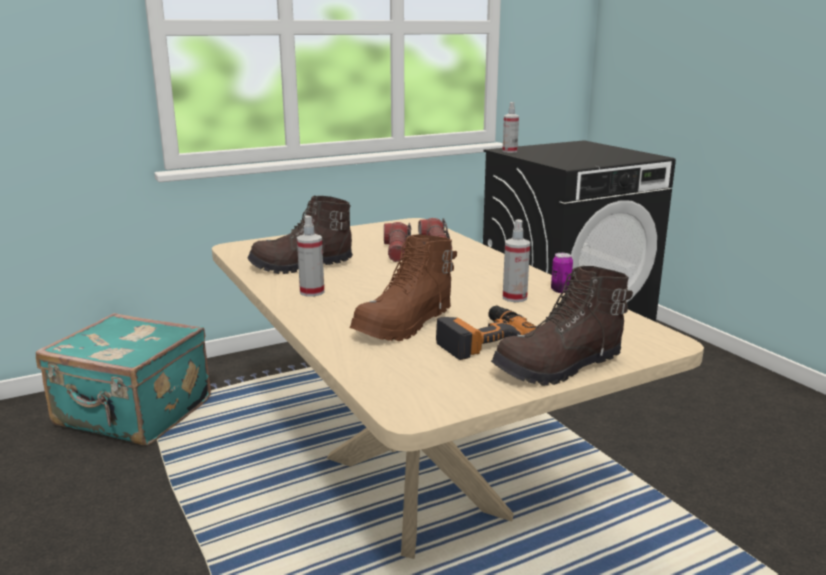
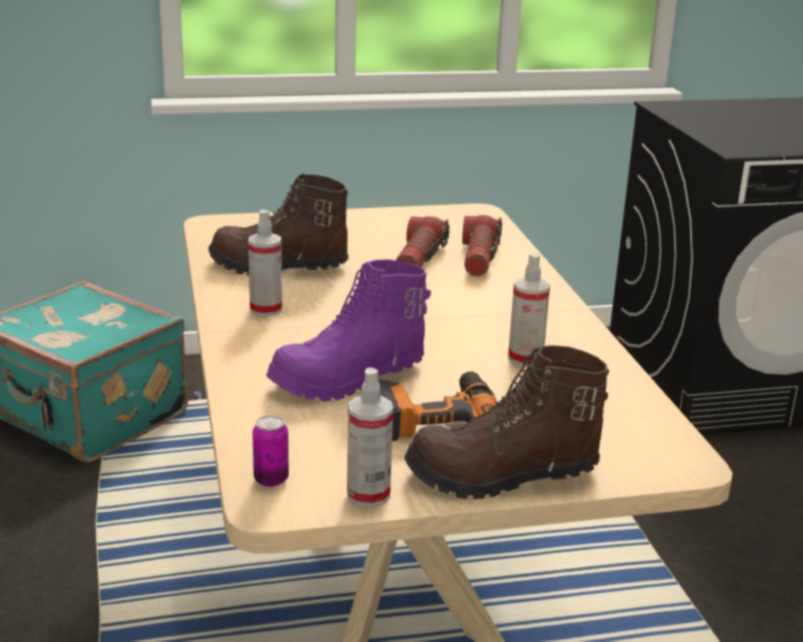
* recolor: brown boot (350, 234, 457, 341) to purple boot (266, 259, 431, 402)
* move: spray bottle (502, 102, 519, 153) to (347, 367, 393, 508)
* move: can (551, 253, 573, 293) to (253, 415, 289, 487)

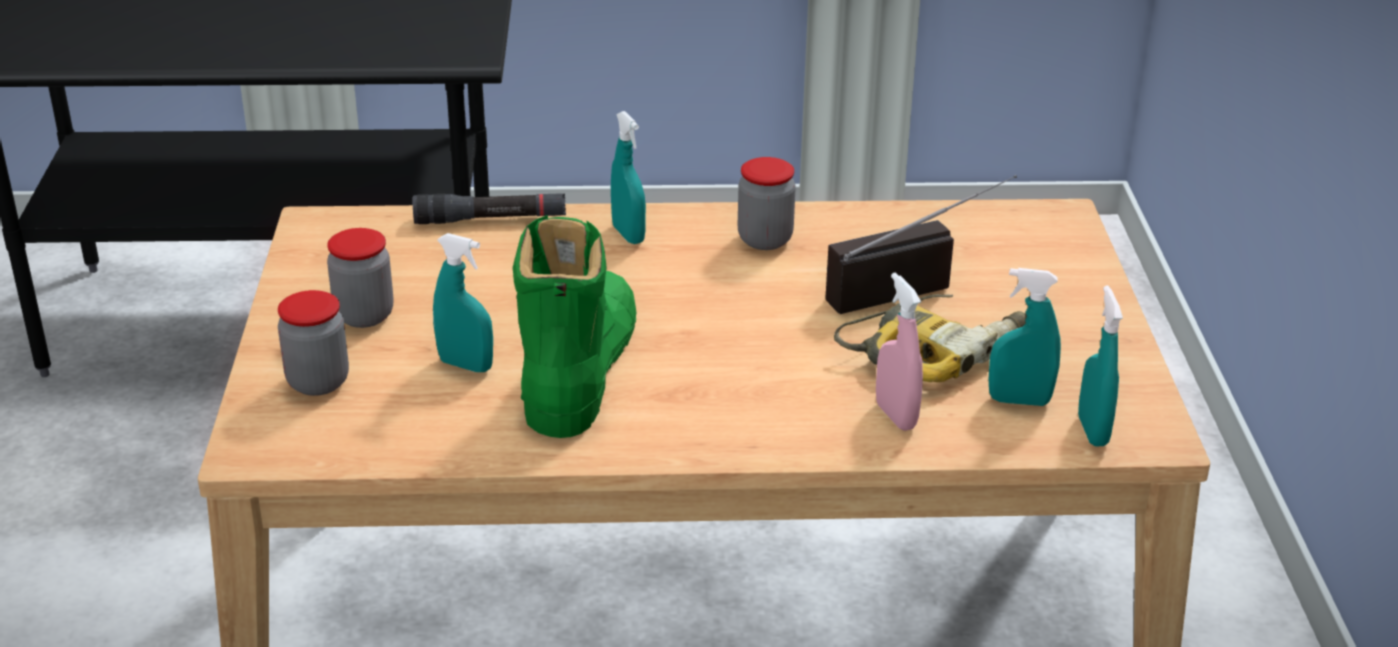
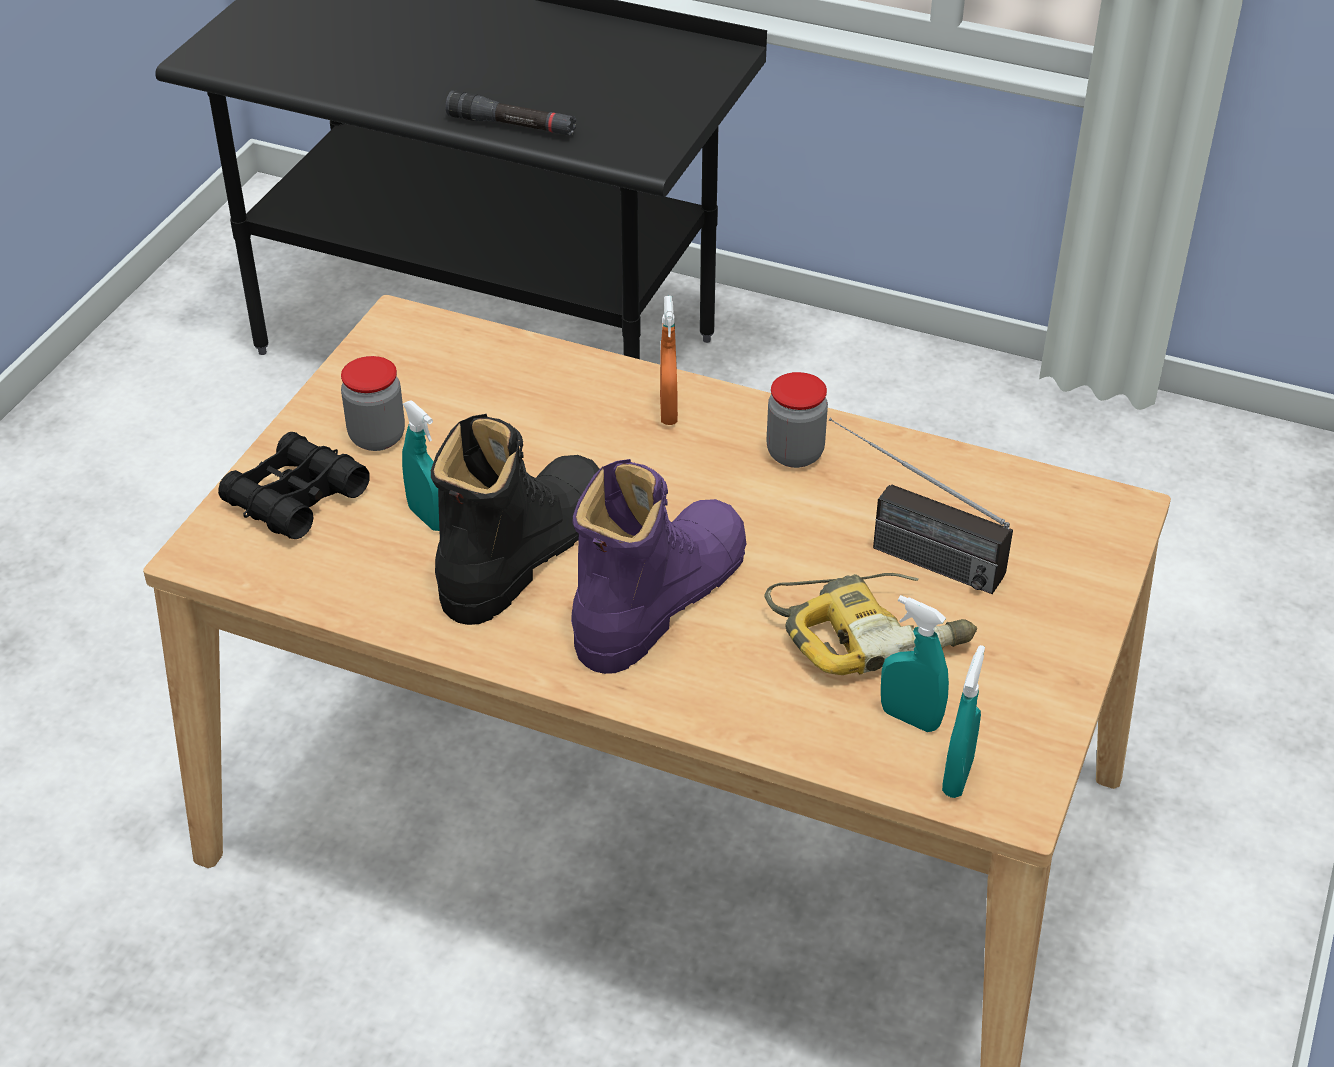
* replace: jar (278, 290, 349, 396) to black binoculars (218, 432, 370, 539)
* move: black flashlight (413, 193, 566, 224) to (446, 91, 576, 136)
* recolor: green boot (513, 215, 637, 438) to black boot (431, 414, 600, 625)
* recolor: turquoise spray bottle (611, 111, 646, 244) to orange spray bottle (660, 296, 678, 425)
* rotate: radio (825, 175, 1017, 314) = (829, 418, 1013, 594) 150 degrees counterclockwise
* delete: pink spray bottle (876, 273, 923, 431)
* insert: purple boot (571, 459, 746, 674)

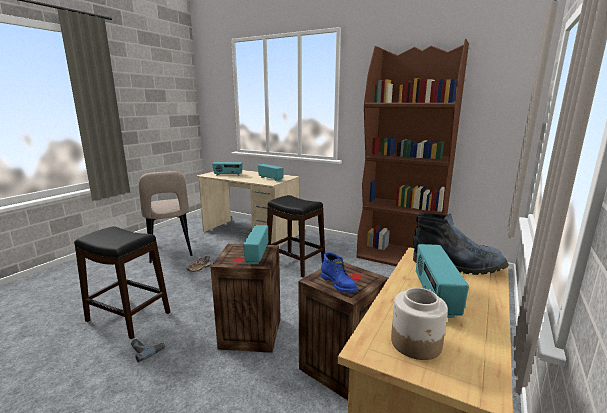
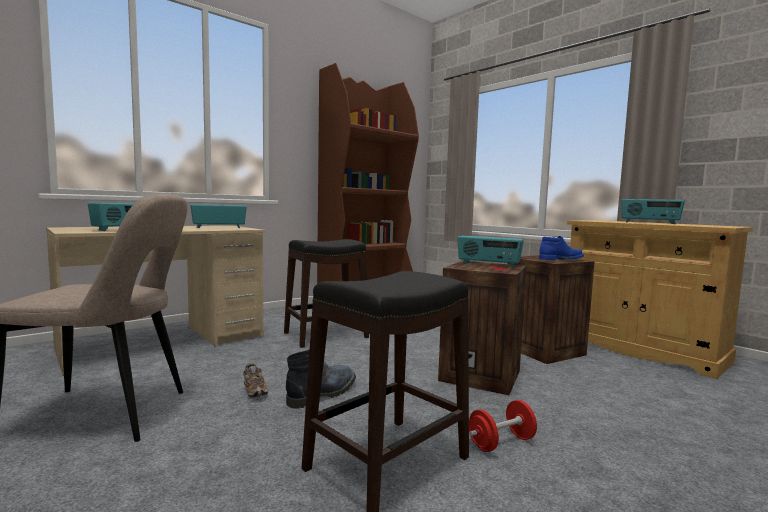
* replace: power drill (131, 339, 166, 363) to red dumbbell (469, 400, 537, 452)
* delete: jar (391, 288, 448, 360)
* move: boot (413, 213, 509, 275) to (286, 349, 356, 409)

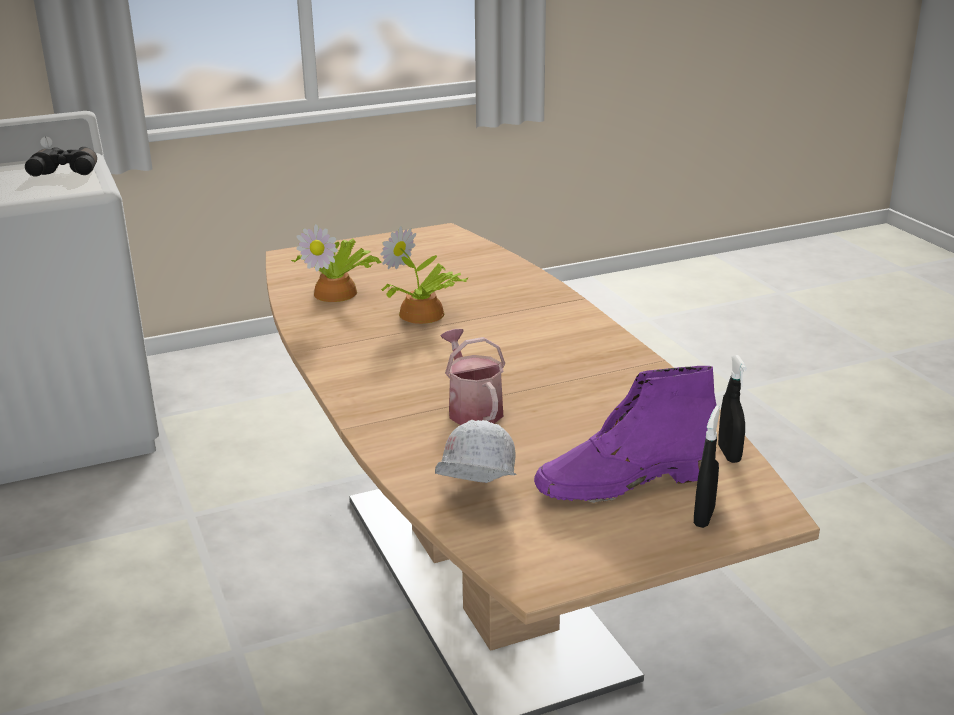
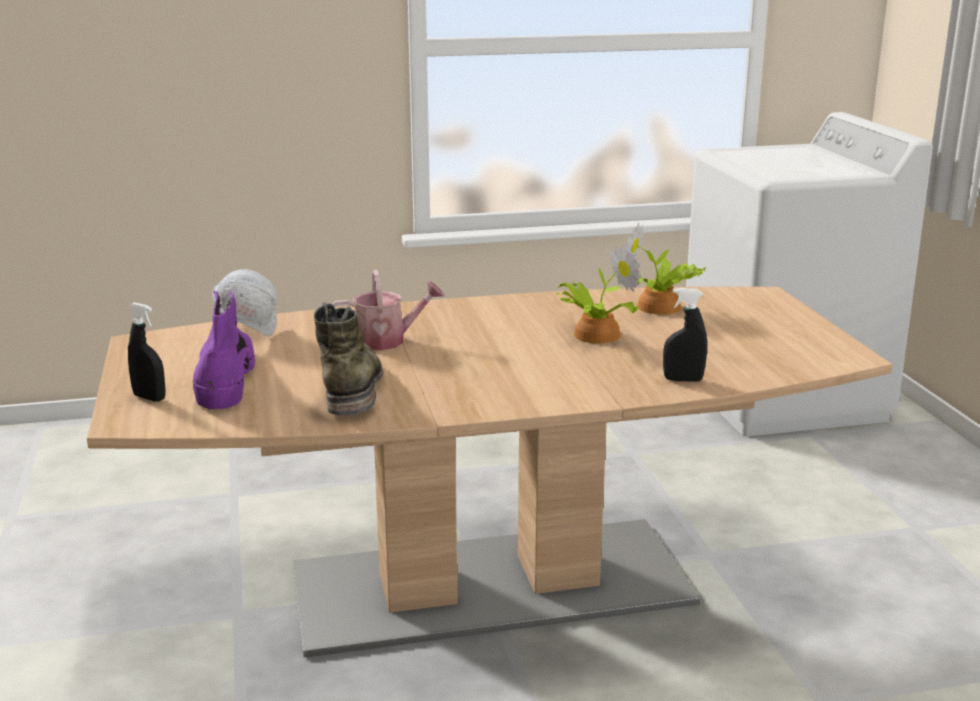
* delete: black binoculars (25, 147, 97, 177)
* move: black spray bottle (718, 355, 747, 463) to (663, 288, 707, 382)
* insert: green boot (314, 303, 384, 415)

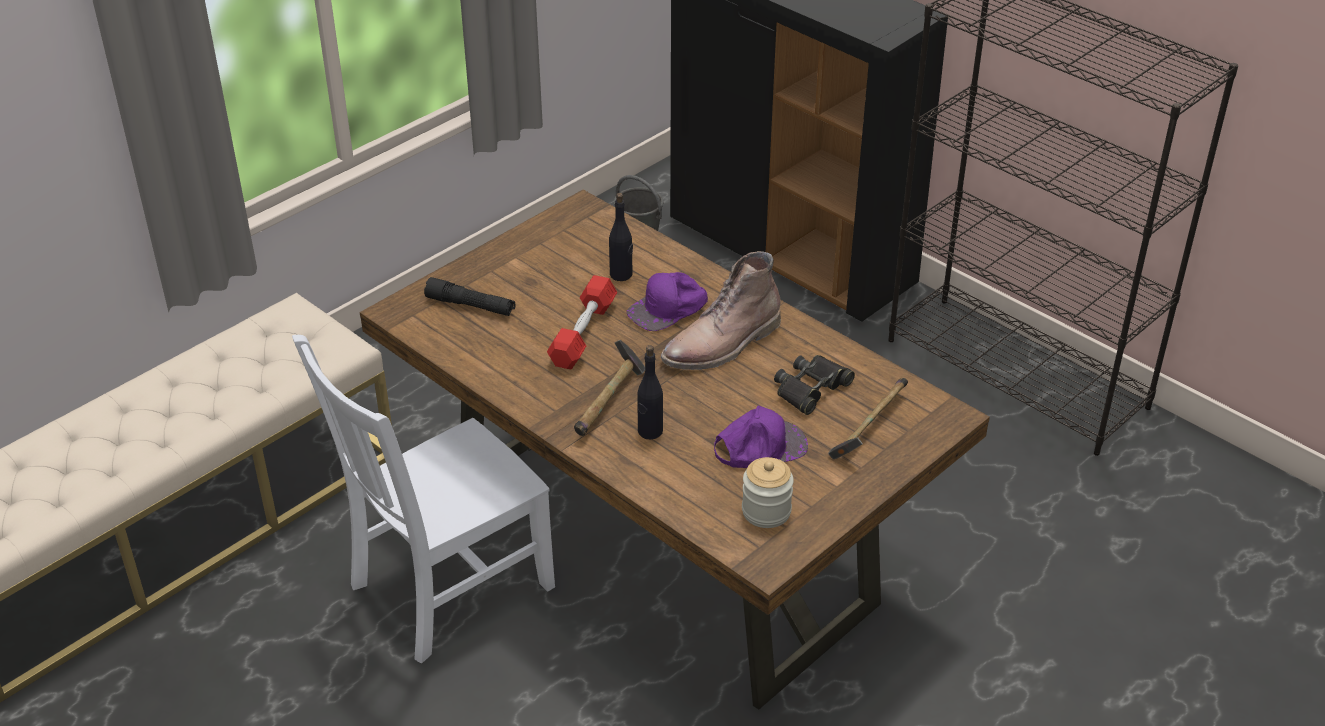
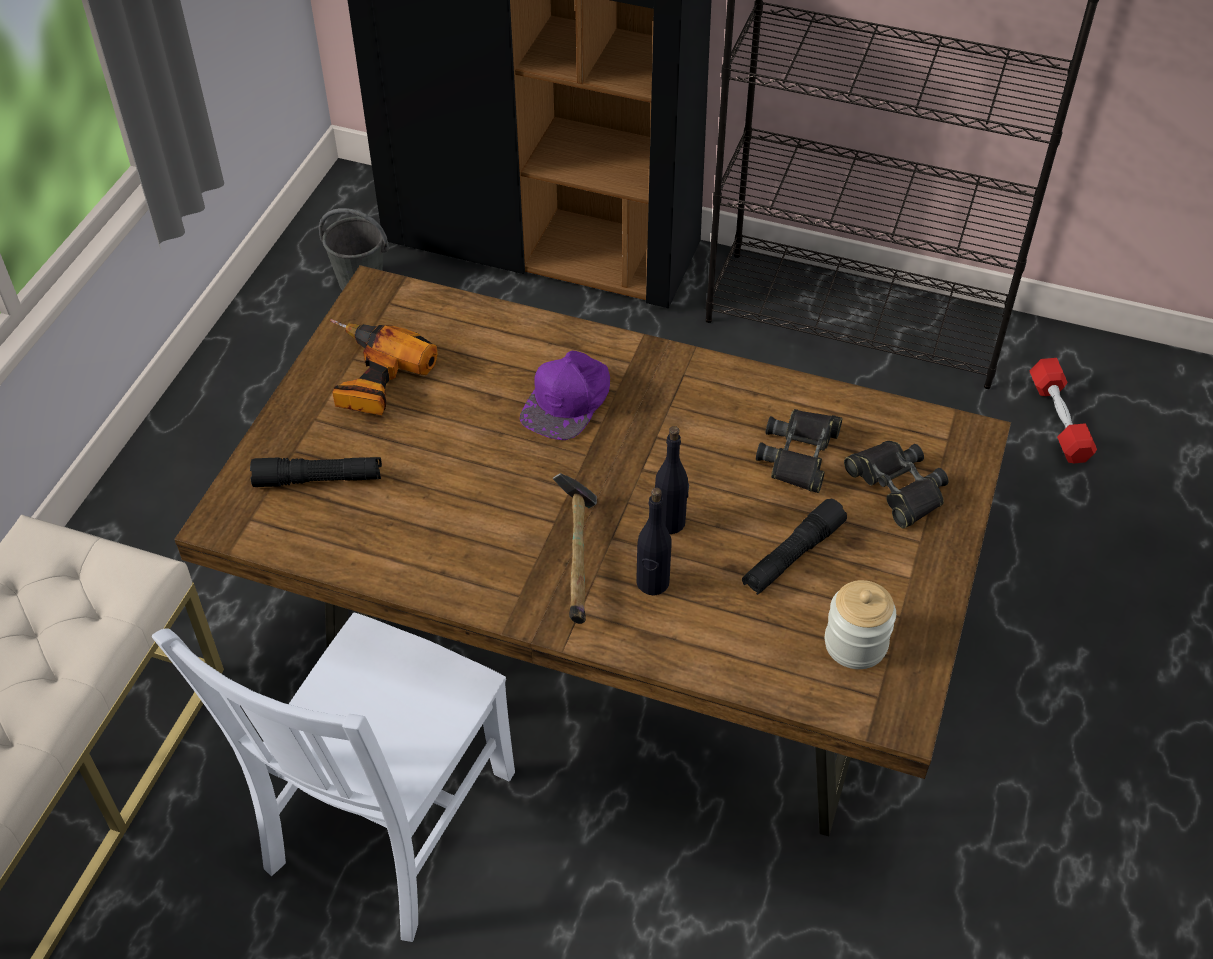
* move: red dumbbell (547, 275, 617, 369) to (1029, 358, 1097, 463)
* move: black bottle (609, 193, 633, 281) to (655, 426, 689, 534)
* delete: brown boot (661, 251, 781, 370)
* replace: purple cap (714, 406, 808, 468) to black flashlight (742, 499, 847, 595)
* replace: hammer (828, 378, 908, 460) to black binoculars (844, 441, 949, 529)
* insert: power drill (330, 319, 438, 415)

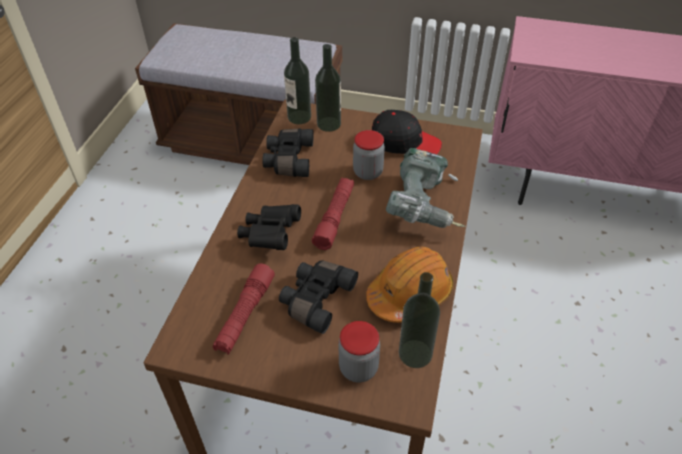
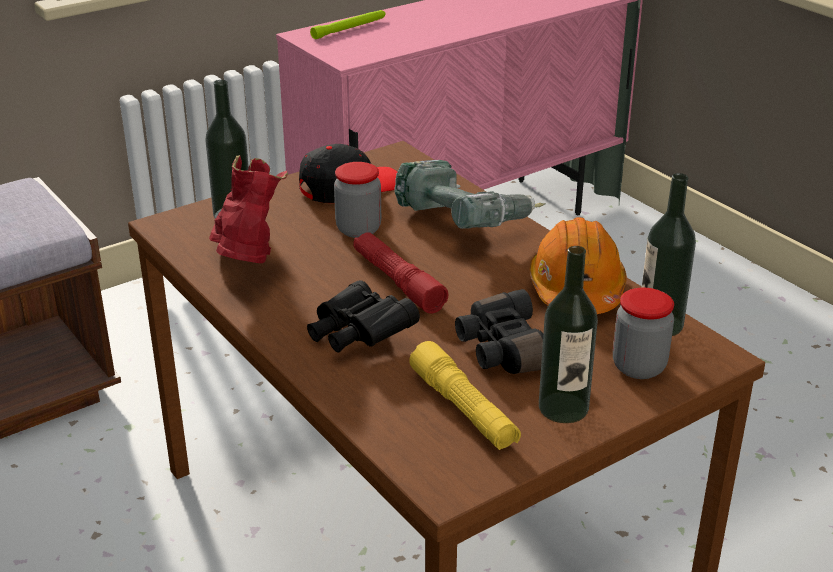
* recolor: red flashlight (212, 263, 275, 355) to yellow flashlight (409, 341, 521, 450)
* replace: black binoculars (262, 129, 314, 177) to red boot (209, 155, 288, 263)
* move: bottle (284, 37, 311, 124) to (539, 246, 598, 423)
* insert: green flashlight (310, 10, 386, 39)

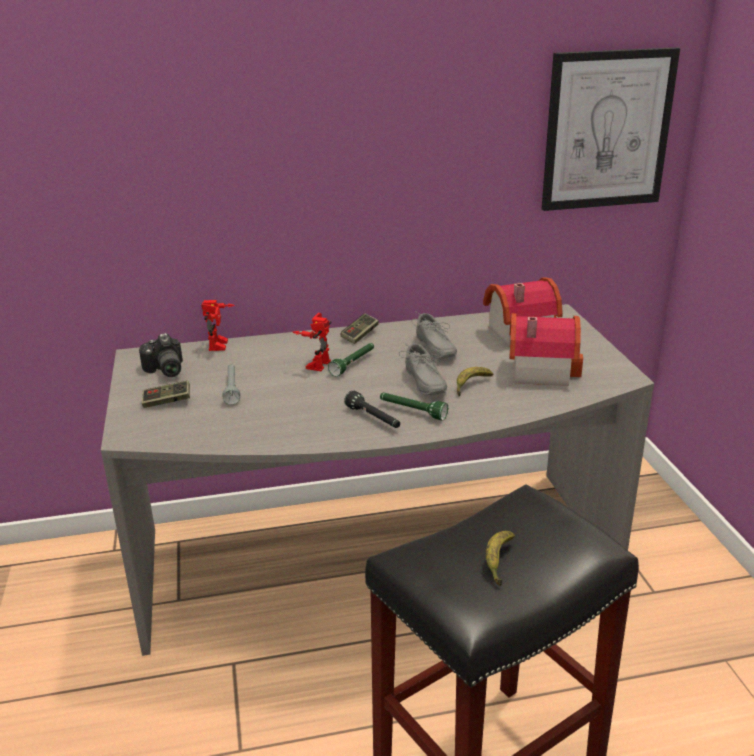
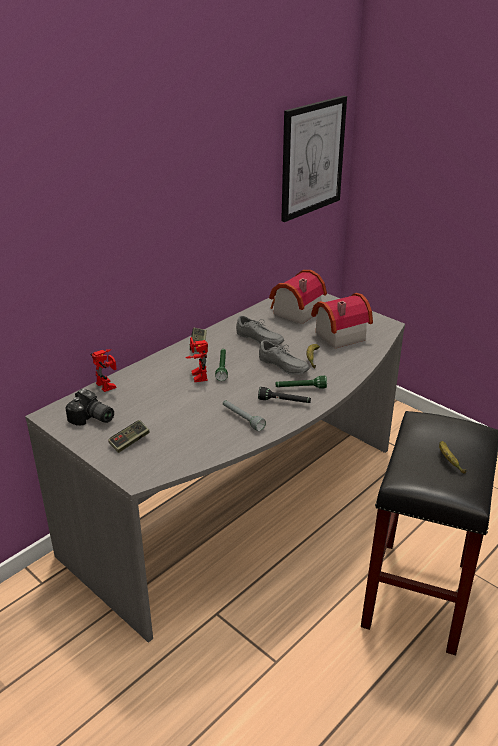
* move: grey flashlight (223, 364, 240, 405) to (223, 400, 266, 431)

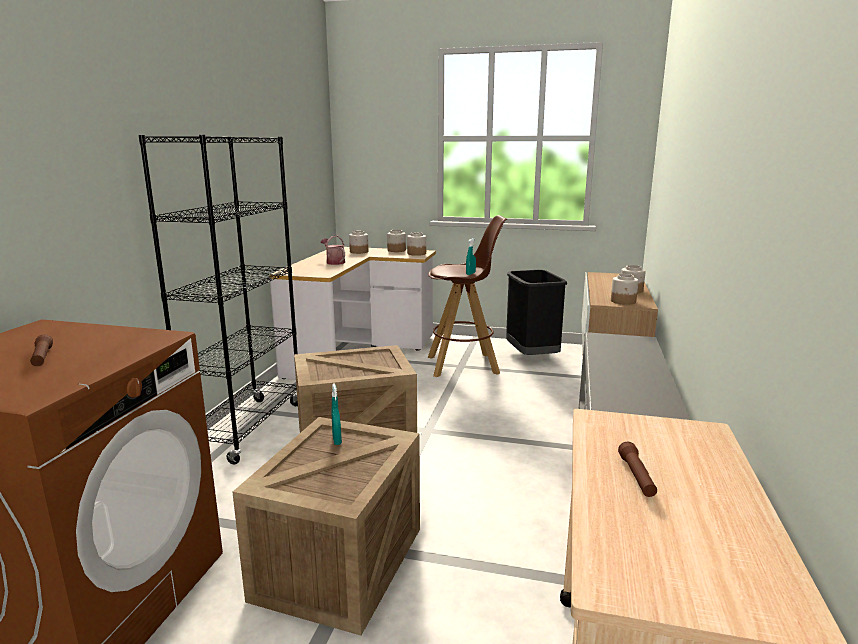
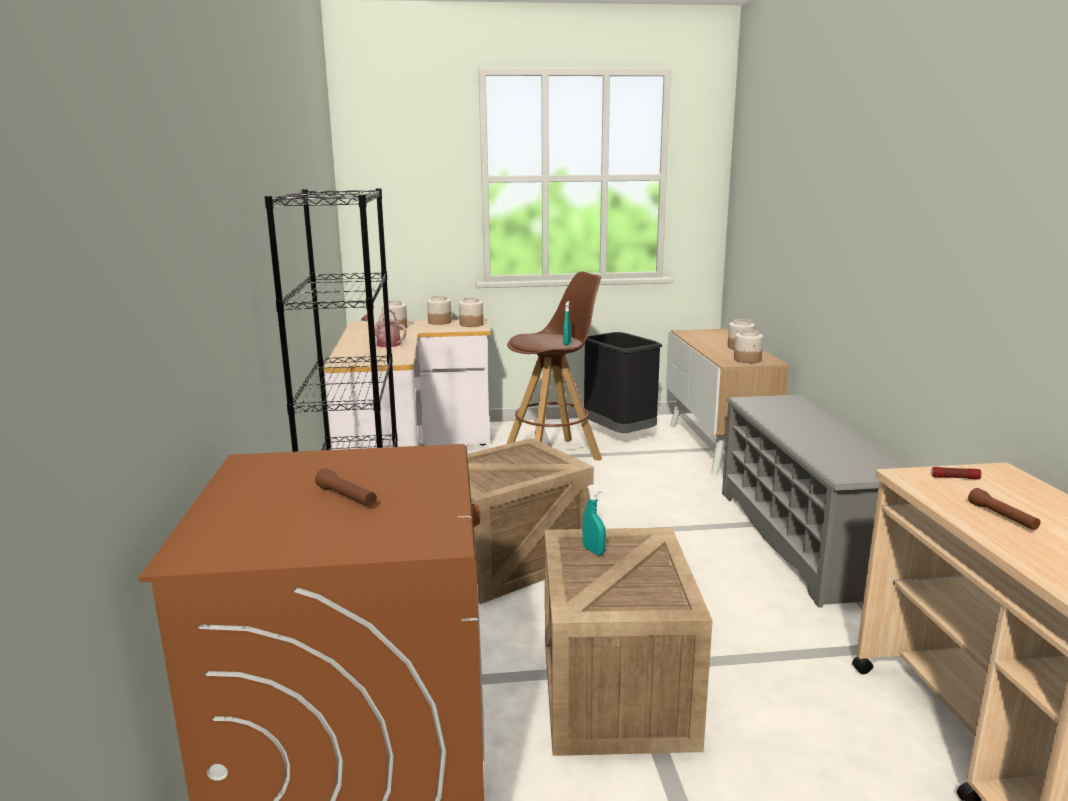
* insert: flashlight (931, 467, 981, 479)

